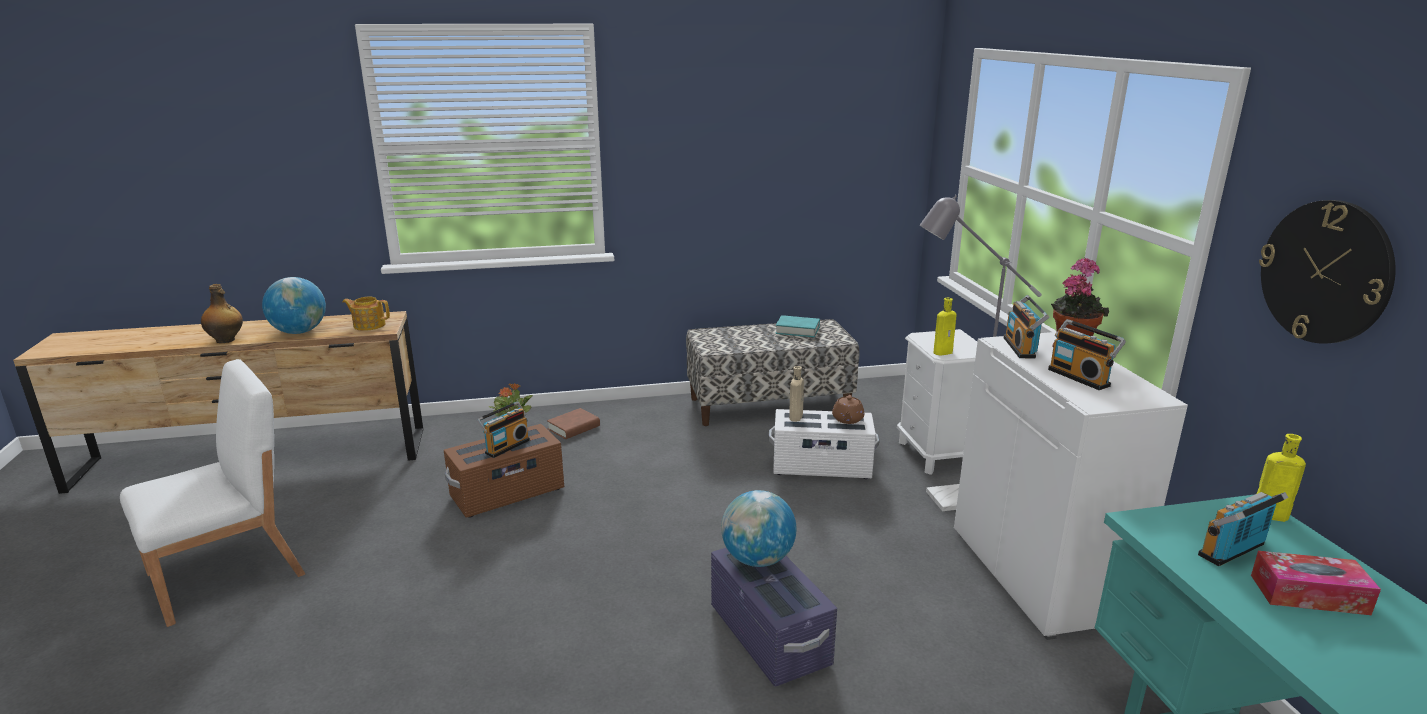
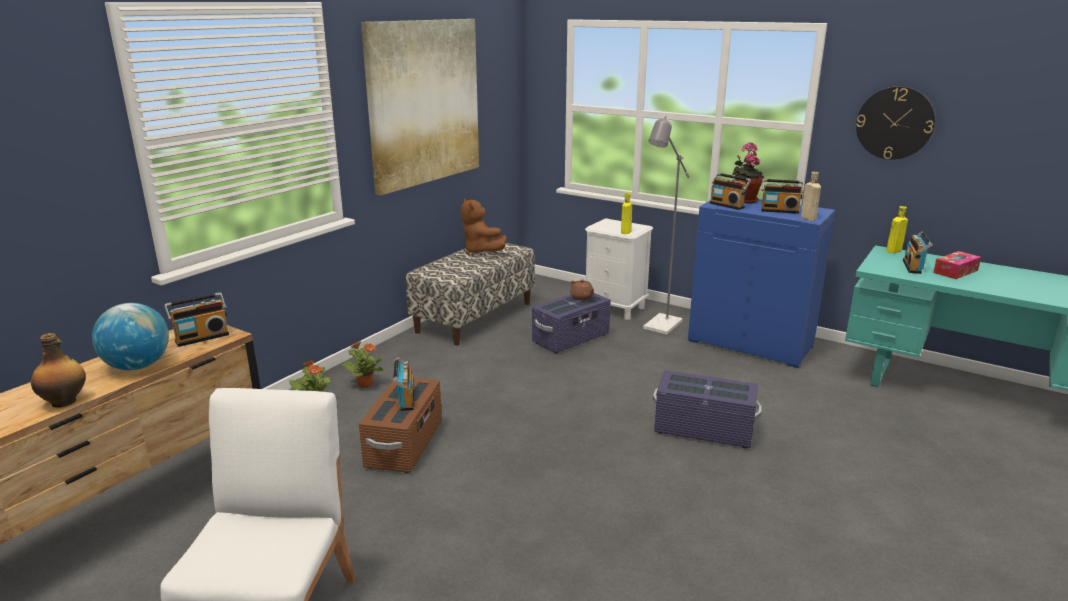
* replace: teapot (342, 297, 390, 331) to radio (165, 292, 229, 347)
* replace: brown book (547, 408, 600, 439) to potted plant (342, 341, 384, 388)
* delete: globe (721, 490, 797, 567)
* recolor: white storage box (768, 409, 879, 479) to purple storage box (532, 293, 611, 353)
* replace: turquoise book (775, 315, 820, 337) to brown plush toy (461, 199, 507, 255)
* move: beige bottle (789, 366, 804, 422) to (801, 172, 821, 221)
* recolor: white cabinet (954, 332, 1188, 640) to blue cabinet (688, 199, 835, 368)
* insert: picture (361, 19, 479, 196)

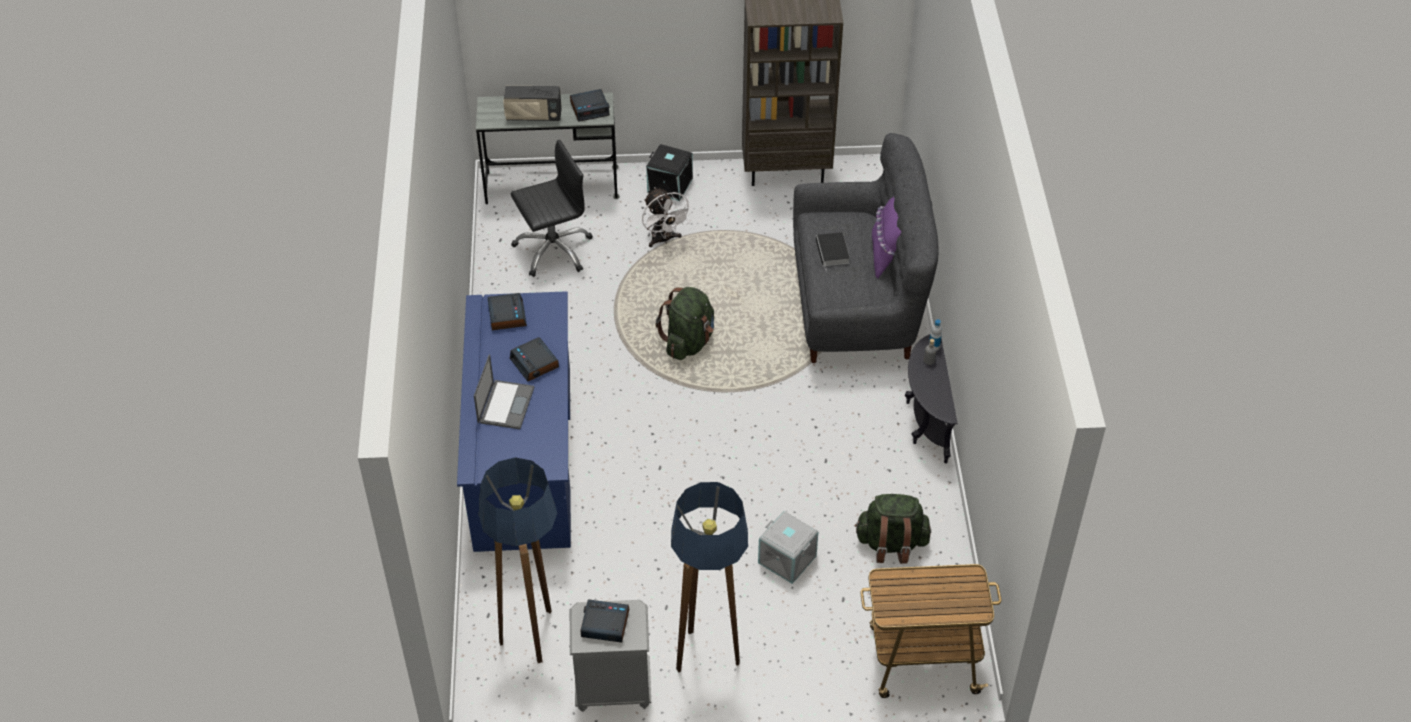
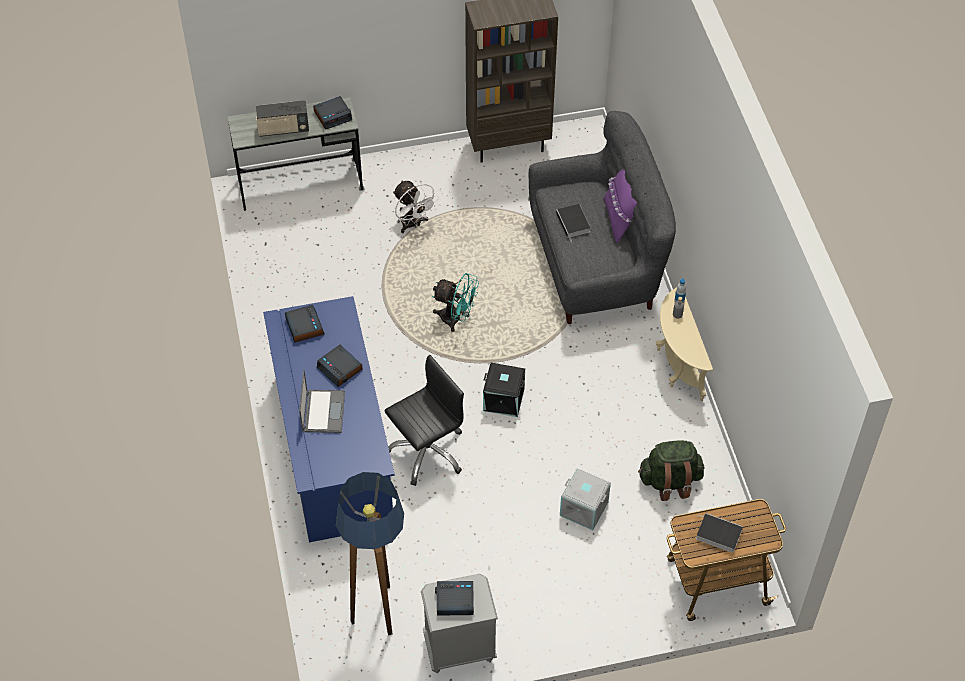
* move: black office chair (511, 139, 593, 277) to (385, 355, 464, 486)
* move: black storage box (646, 144, 693, 201) to (483, 363, 525, 417)
* replace: green backpack (655, 287, 714, 360) to turquoise fan (432, 273, 479, 332)
* delete: floor lamp (671, 482, 748, 672)
* recolor: black side table (905, 334, 958, 463) to beige side table (656, 287, 713, 401)
* insert: book (696, 513, 743, 553)

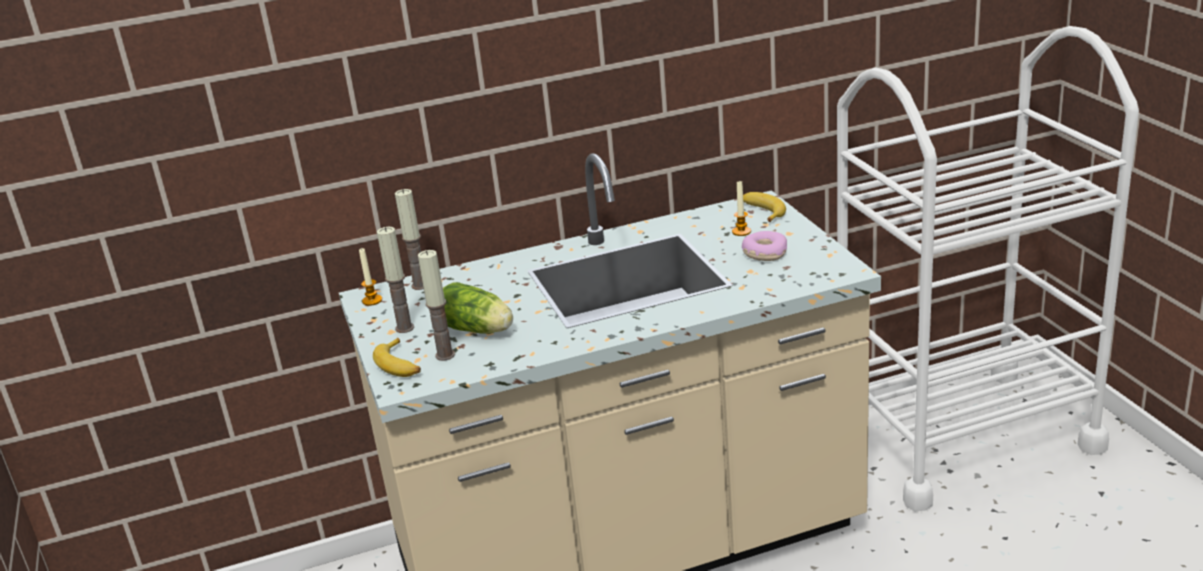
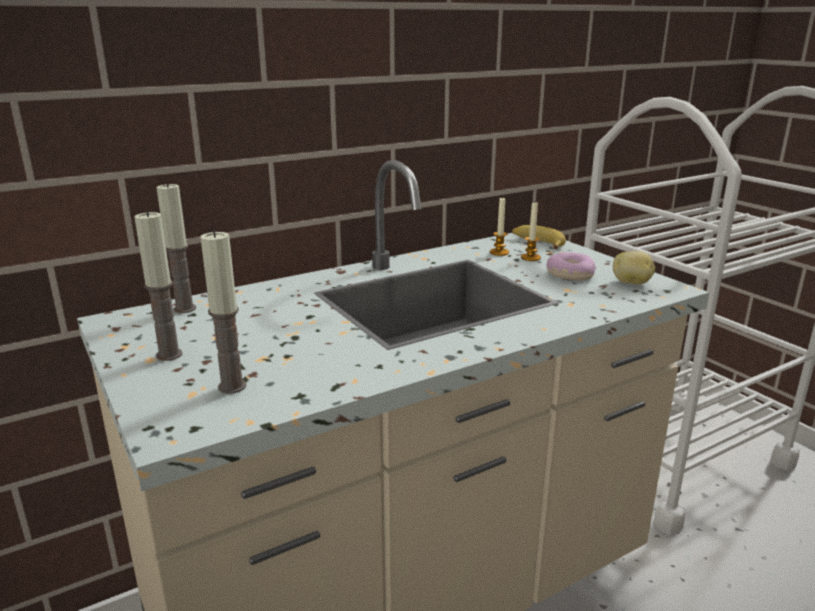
* move: candle (359, 248, 382, 306) to (490, 196, 509, 256)
* delete: banana (373, 338, 421, 377)
* delete: lettuce (443, 282, 513, 334)
* insert: potato (613, 251, 655, 284)

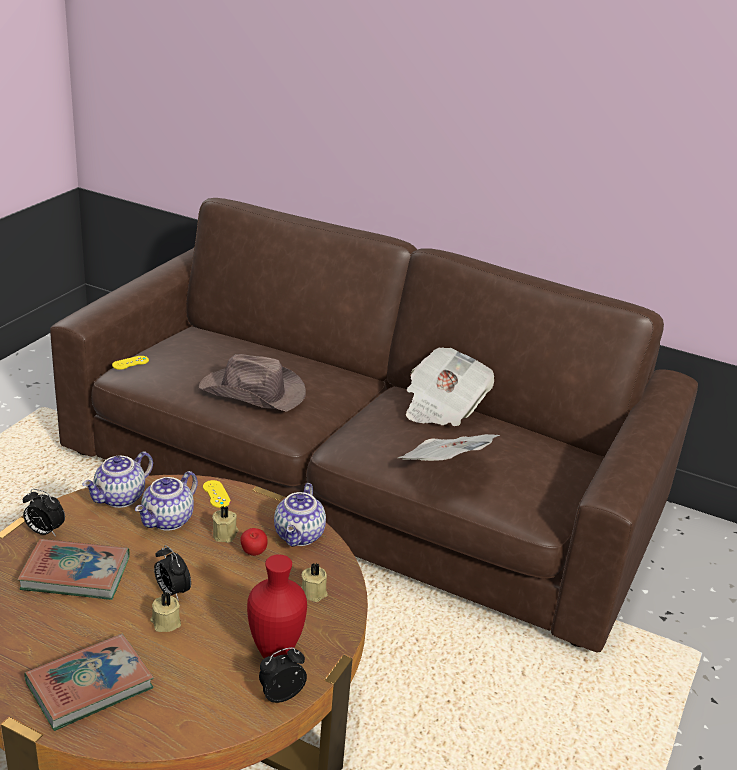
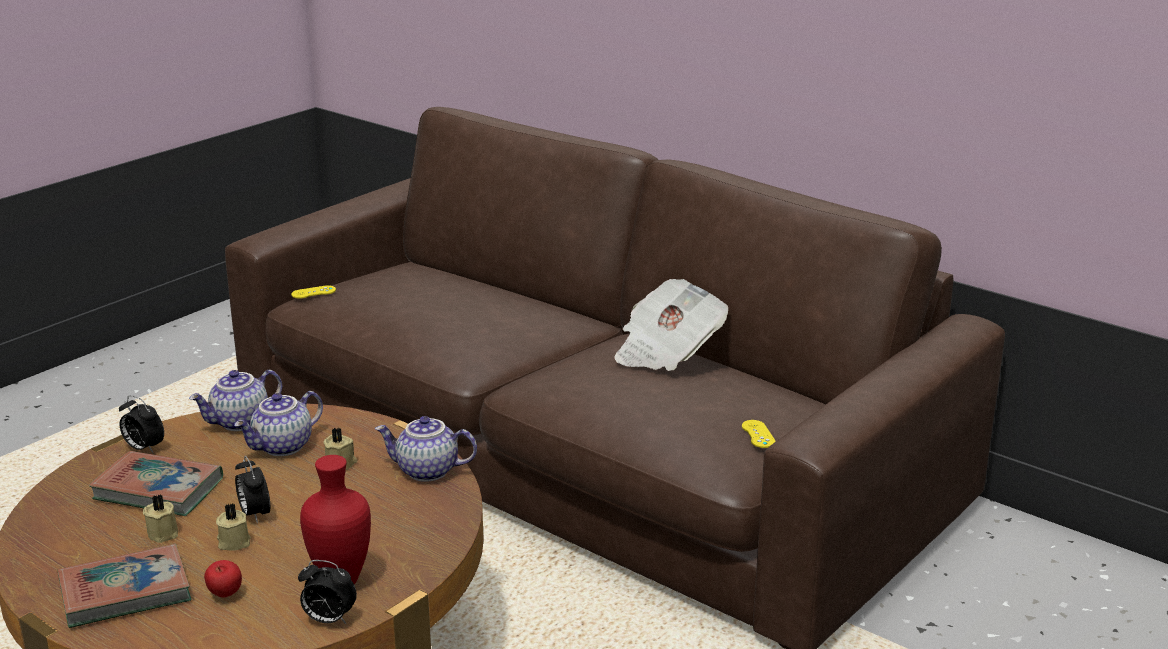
* delete: brown hat (199, 354, 306, 412)
* move: yellow game controller (203, 480, 231, 508) to (742, 420, 776, 448)
* move: apple (240, 528, 268, 556) to (204, 560, 242, 598)
* rotate: alarm clock (259, 647, 307, 703) = (298, 560, 357, 624) 150 degrees counterclockwise
* rotate: teapot (274, 483, 326, 547) = (375, 416, 477, 482) 75 degrees clockwise
* move: beige candle (301, 563, 328, 602) to (143, 494, 178, 543)
* delete: newspaper (398, 434, 500, 461)

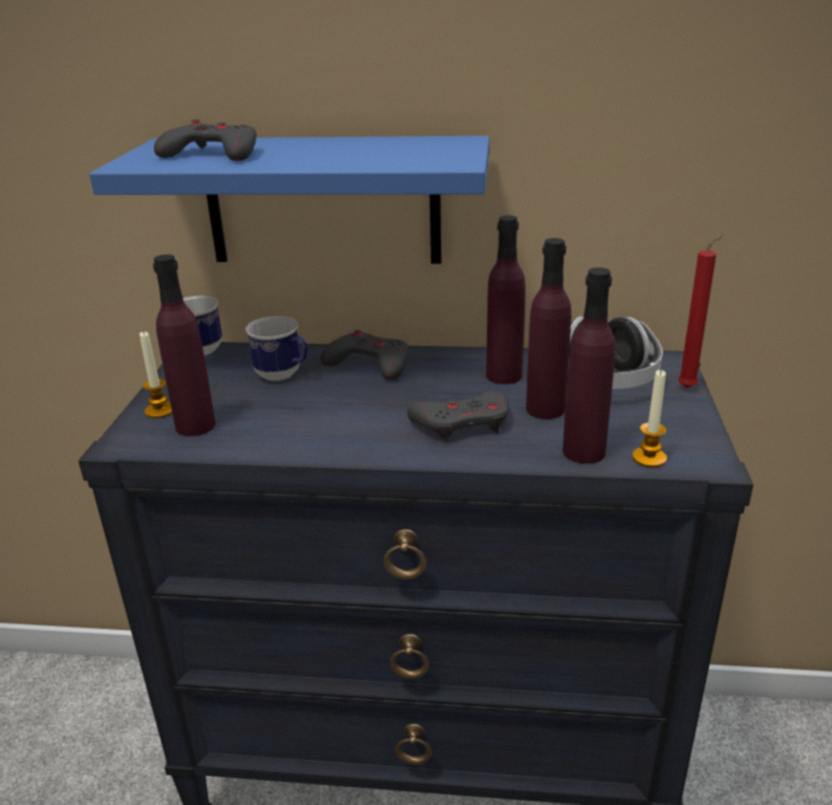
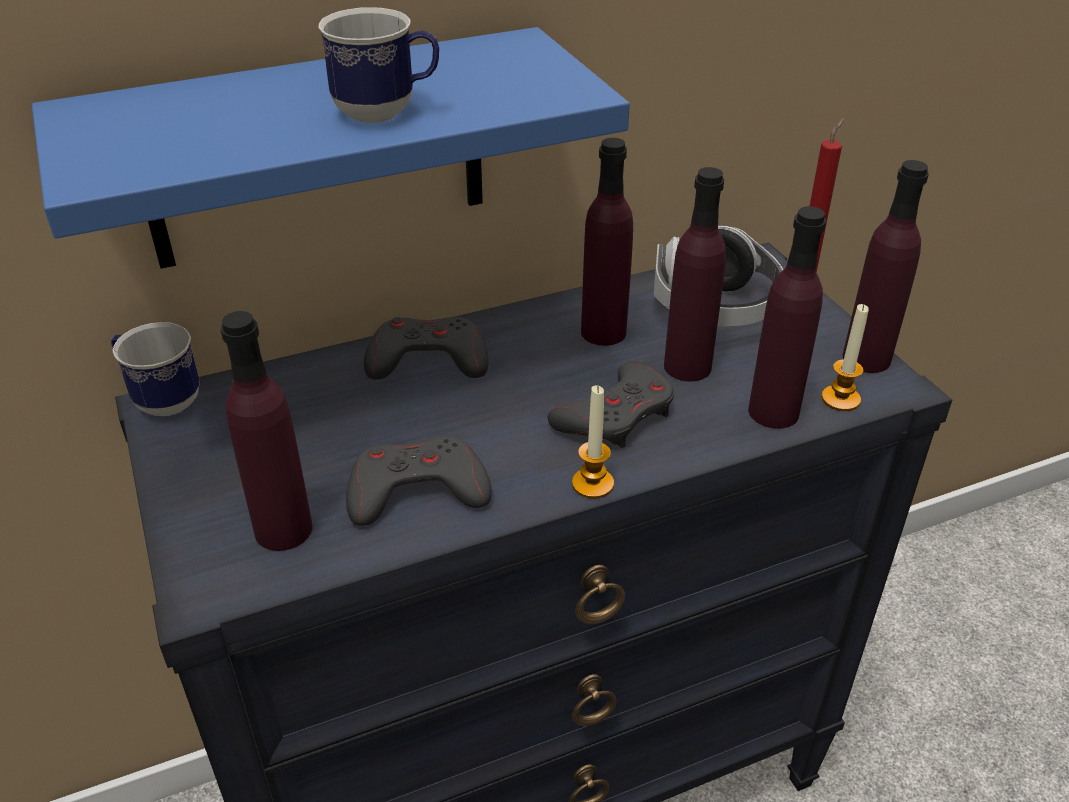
* move: candle (139, 330, 172, 418) to (572, 385, 614, 499)
* move: grey game controller (154, 119, 257, 161) to (346, 436, 492, 526)
* move: mug (245, 316, 307, 381) to (318, 7, 439, 123)
* insert: purple bottle (842, 160, 929, 373)

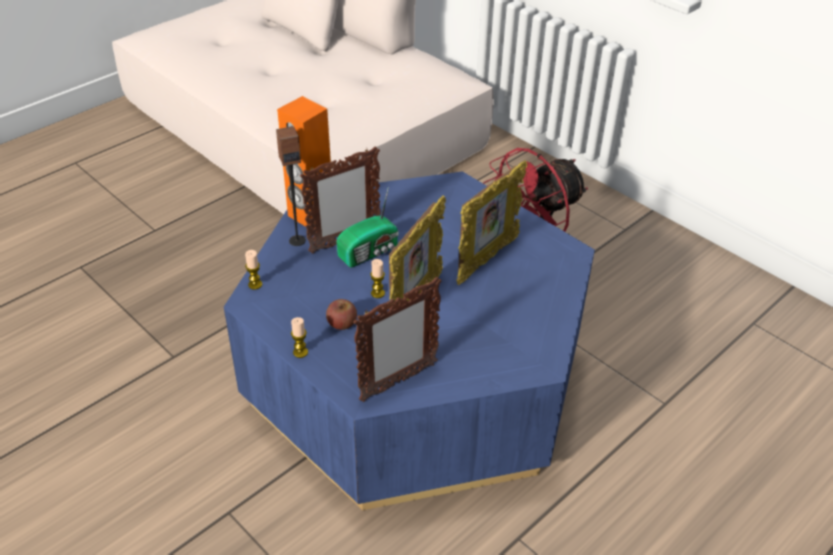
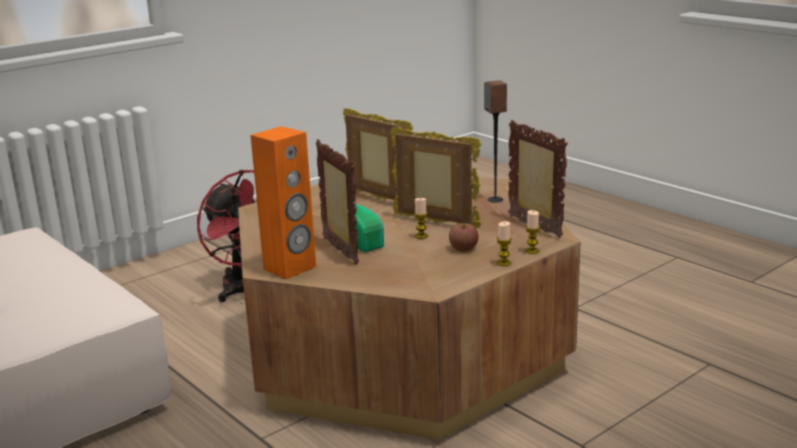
* recolor: blue coffee table (224, 172, 595, 510) to brown coffee table (238, 177, 581, 440)
* move: candle (245, 250, 262, 290) to (525, 210, 540, 254)
* move: speaker (276, 126, 306, 246) to (484, 80, 507, 203)

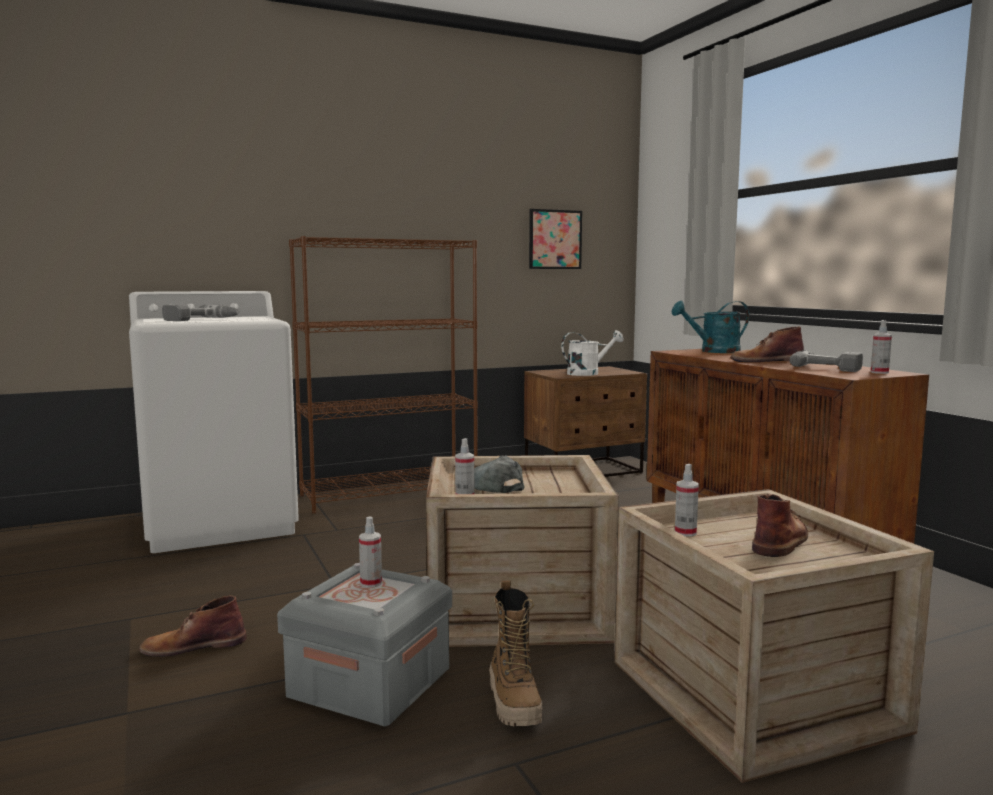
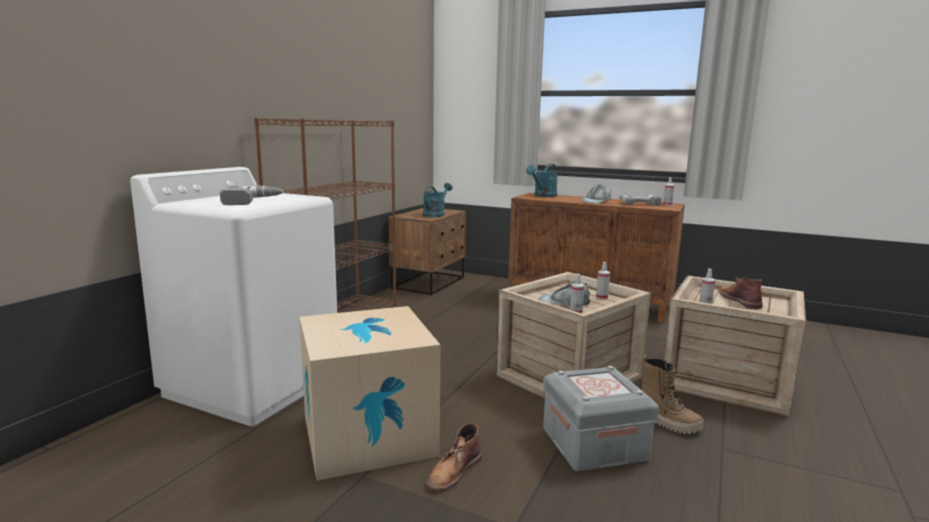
* move: spray bottle (359, 516, 382, 588) to (596, 262, 610, 300)
* delete: picture (529, 209, 582, 269)
* recolor: white watering can (561, 330, 624, 376) to turquoise watering can (423, 183, 452, 217)
* replace: brown boot (730, 326, 804, 362) to grey cap (580, 185, 611, 204)
* insert: cardboard box (299, 306, 440, 481)

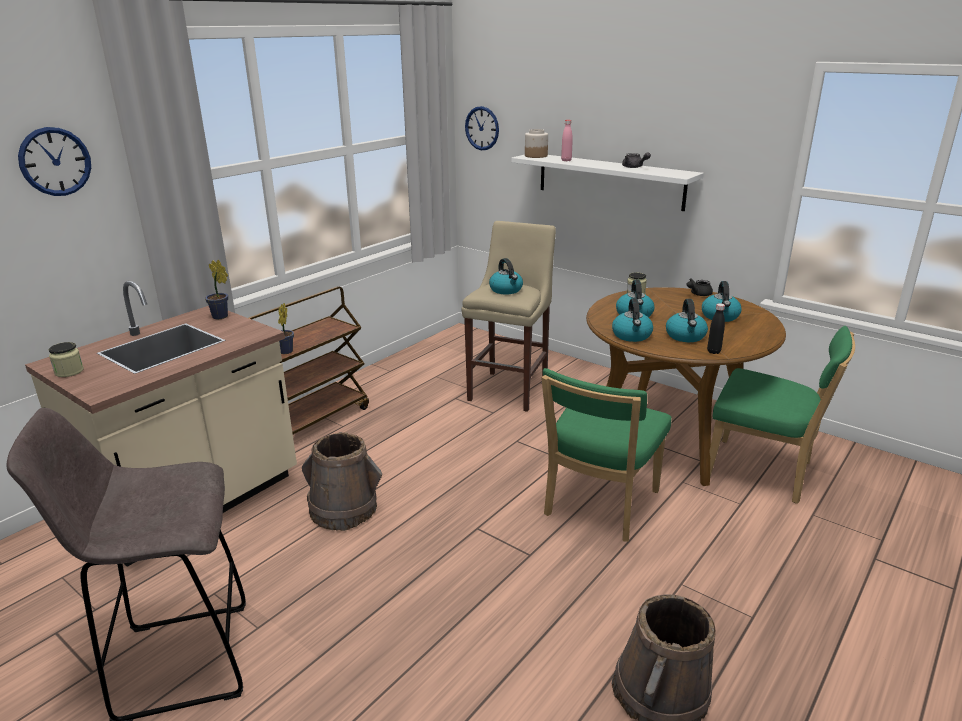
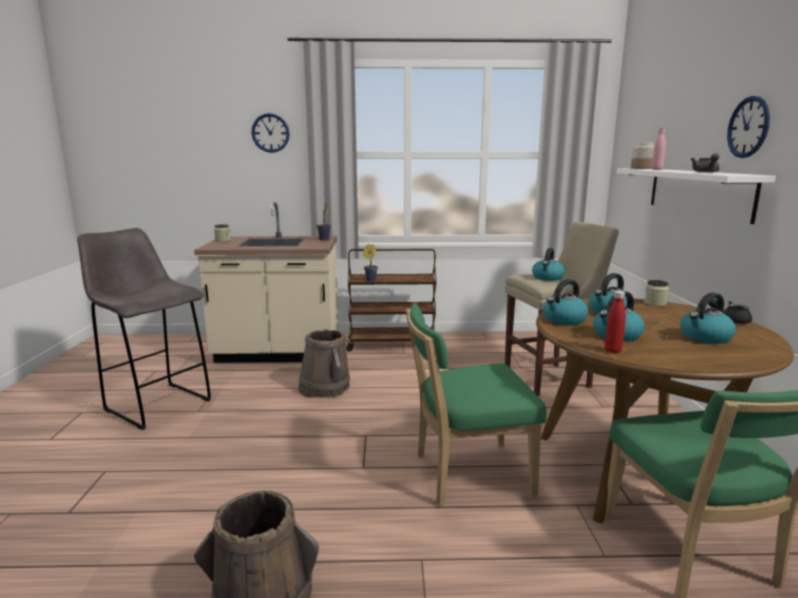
* move: wall clock (465, 106, 499, 150) to (727, 96, 770, 158)
* recolor: black bottle (707, 303, 725, 354) to red bottle (605, 291, 626, 353)

